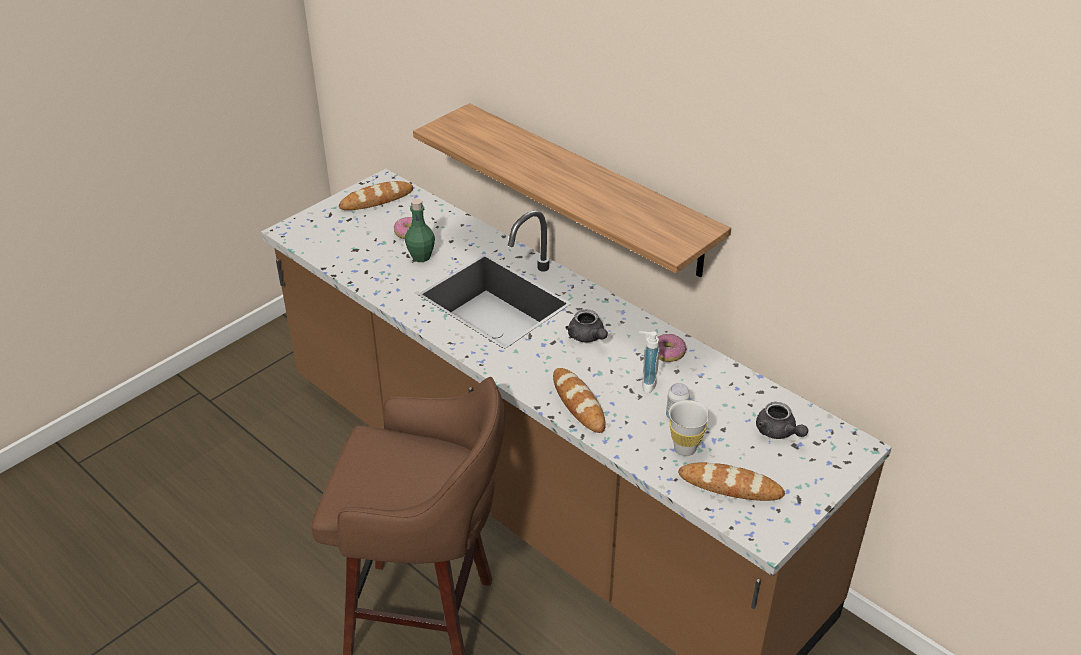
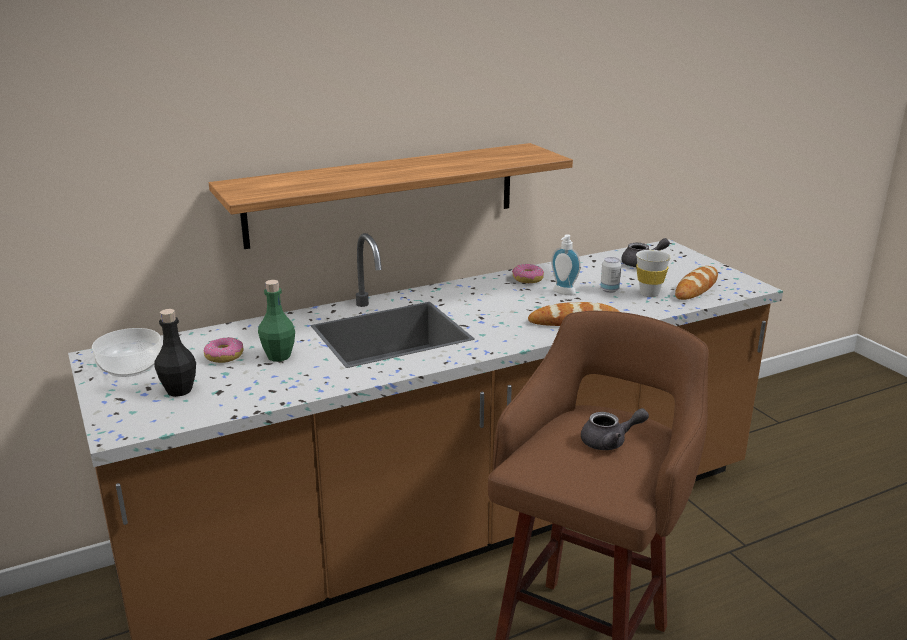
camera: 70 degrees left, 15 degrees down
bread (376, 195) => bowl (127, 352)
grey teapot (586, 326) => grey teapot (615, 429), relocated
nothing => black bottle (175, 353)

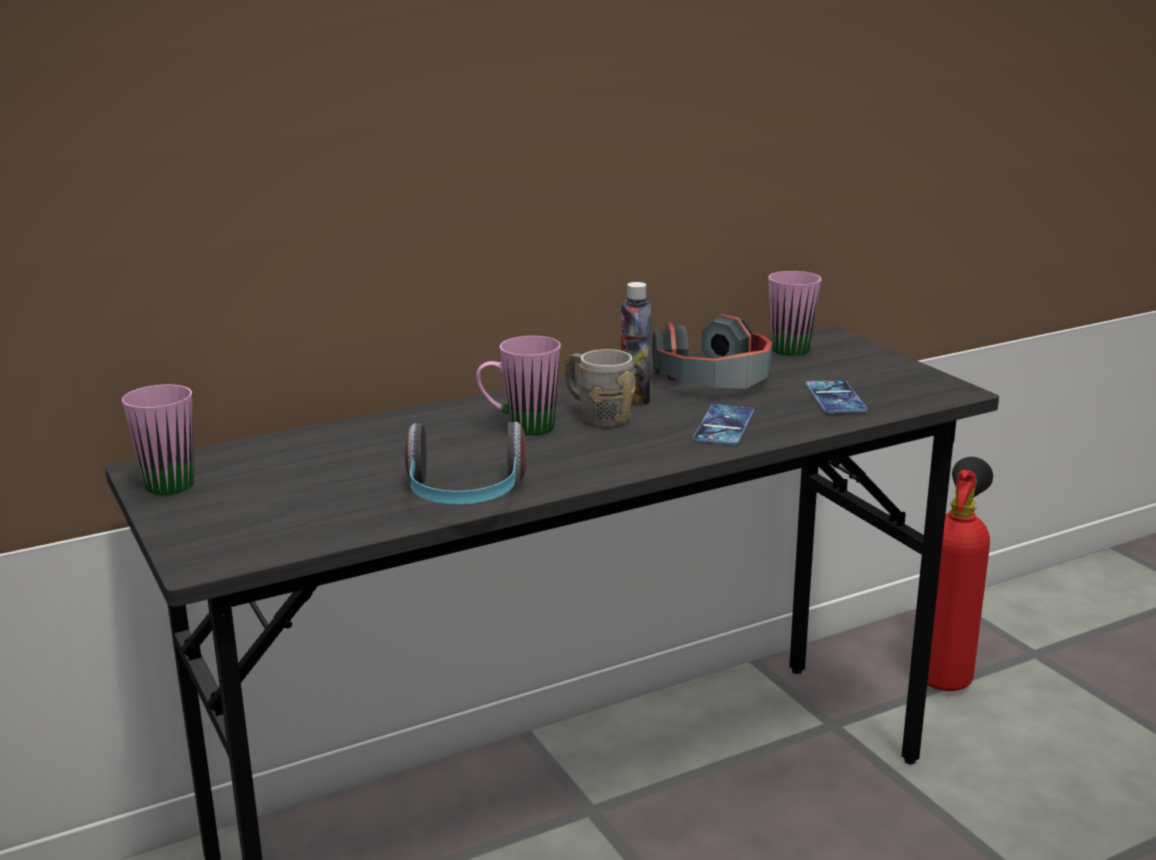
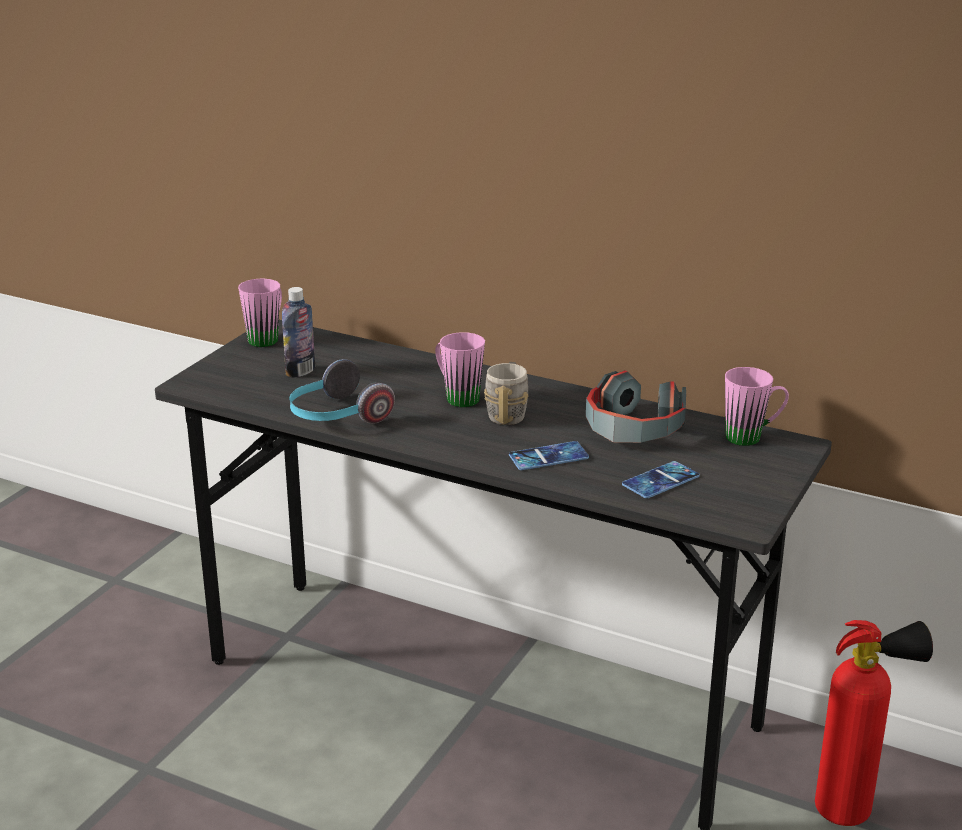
camera: 55 degrees right, 5 degrees up
bottle (636, 343) => bottle (298, 332), relocated

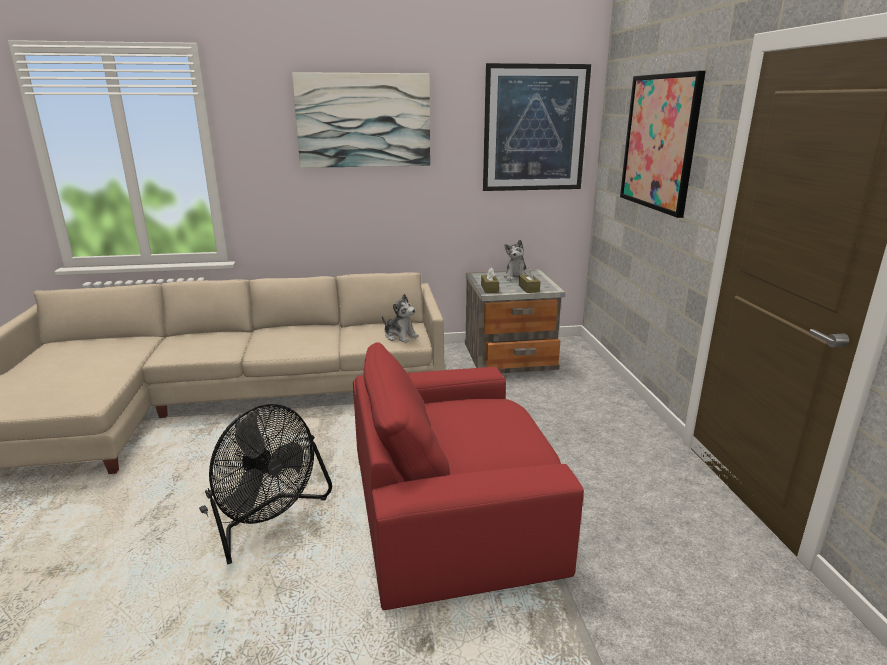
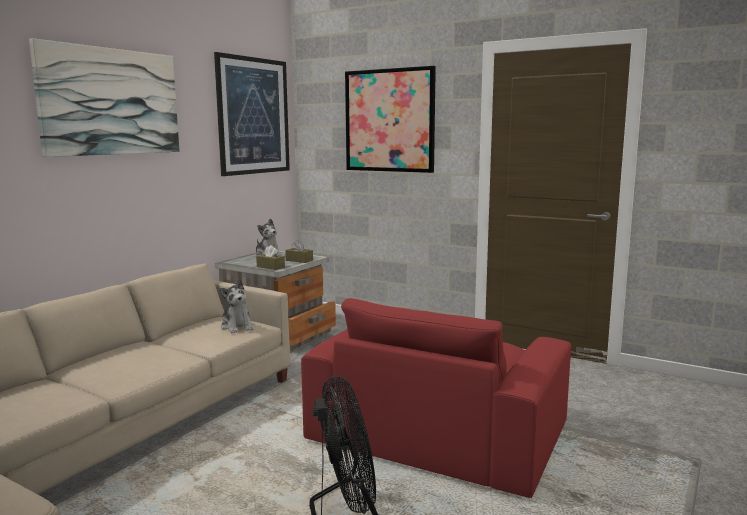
camera: 50 degrees left, 10 degrees down
plush toy (400, 318) => plush toy (237, 306), 75 degrees clockwise

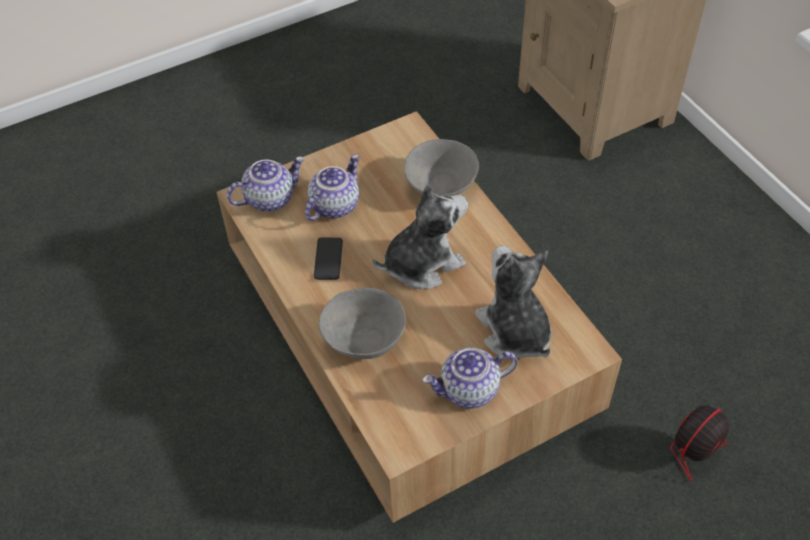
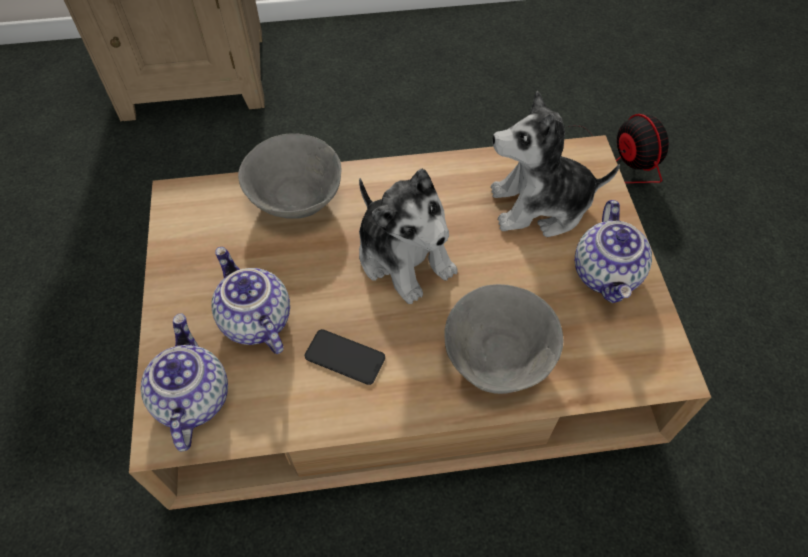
camera: 70 degrees left, 5 degrees up
plush toy (420, 236) => plush toy (408, 236), 150 degrees clockwise

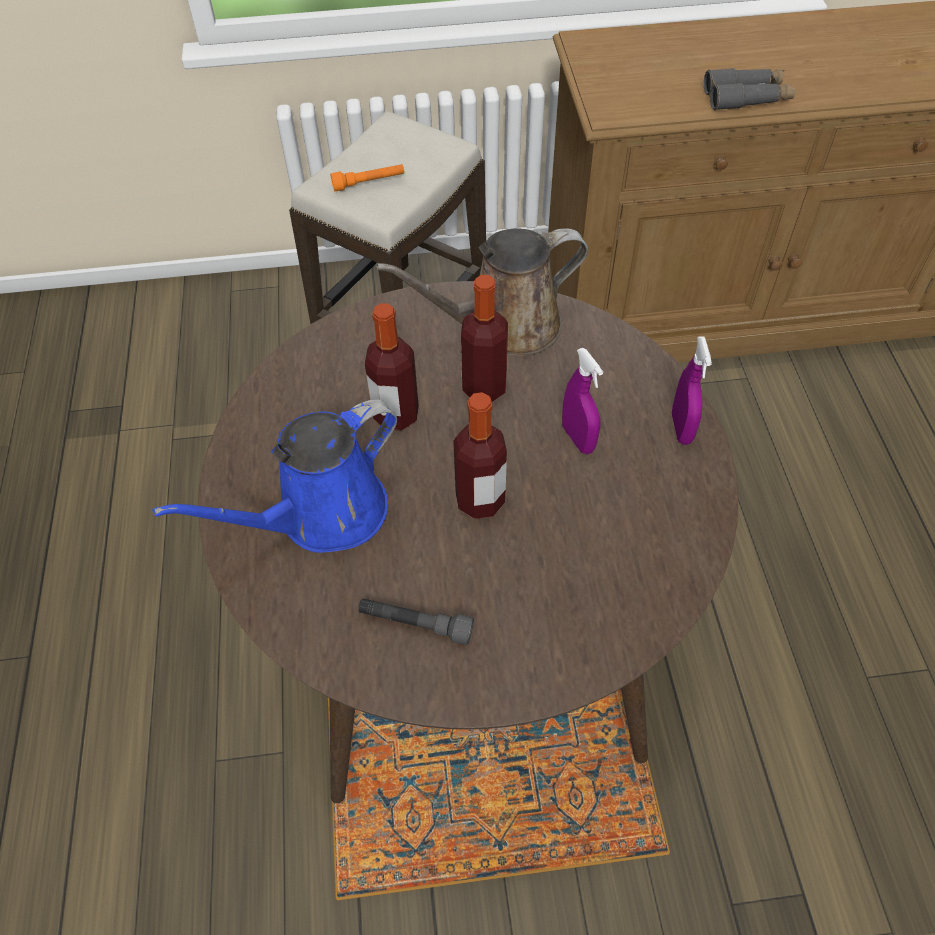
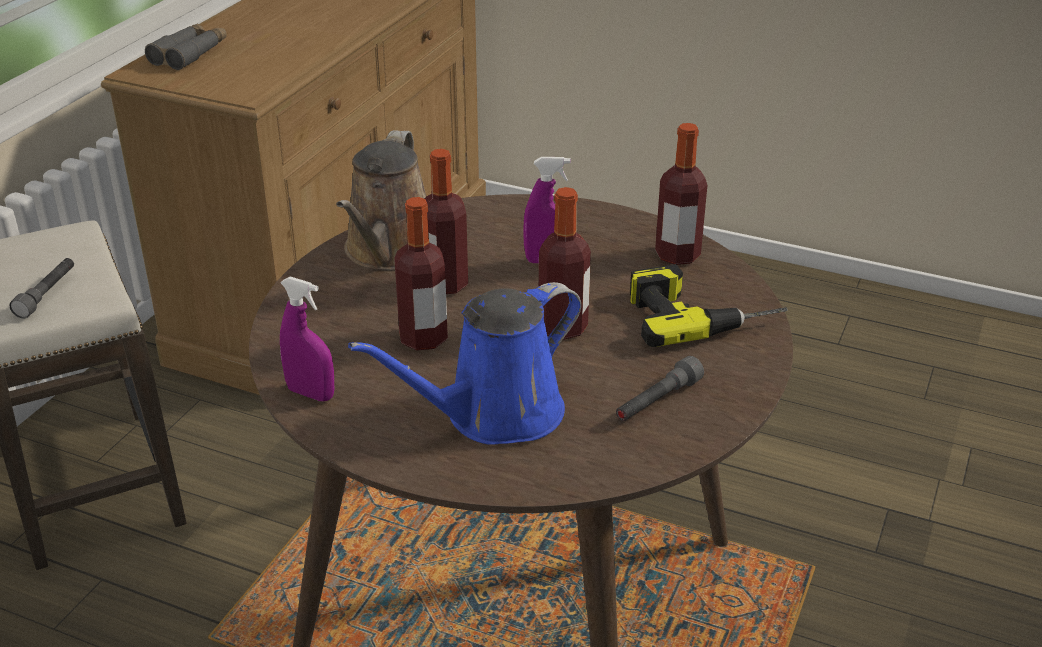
camera: 60 degrees left, 20 degrees down
blue watering can (275, 476) => blue watering can (464, 363), 60 degrees clockwise
orange flashlight (367, 177) => grey flashlight (41, 288)
purple spray bottle (692, 390) => purple spray bottle (307, 339), relocated
grey binoculars (750, 89) => grey binoculars (186, 47), relocated
nothing => power drill (709, 305)
nothing => bottle (681, 194)

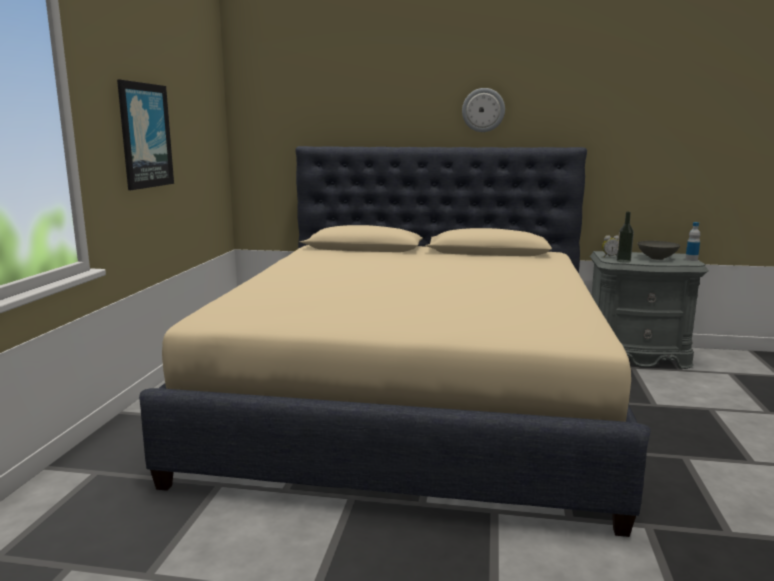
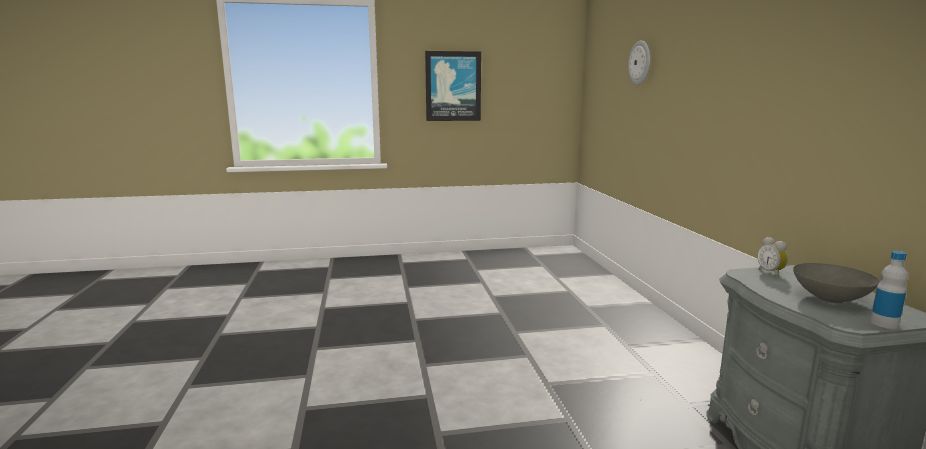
camera: 70 degrees right, 0 degrees up
beige bed (395, 341) => nothing
wall clock (483, 110) => wall clock (639, 63), relocated
bottle (625, 237) => nothing

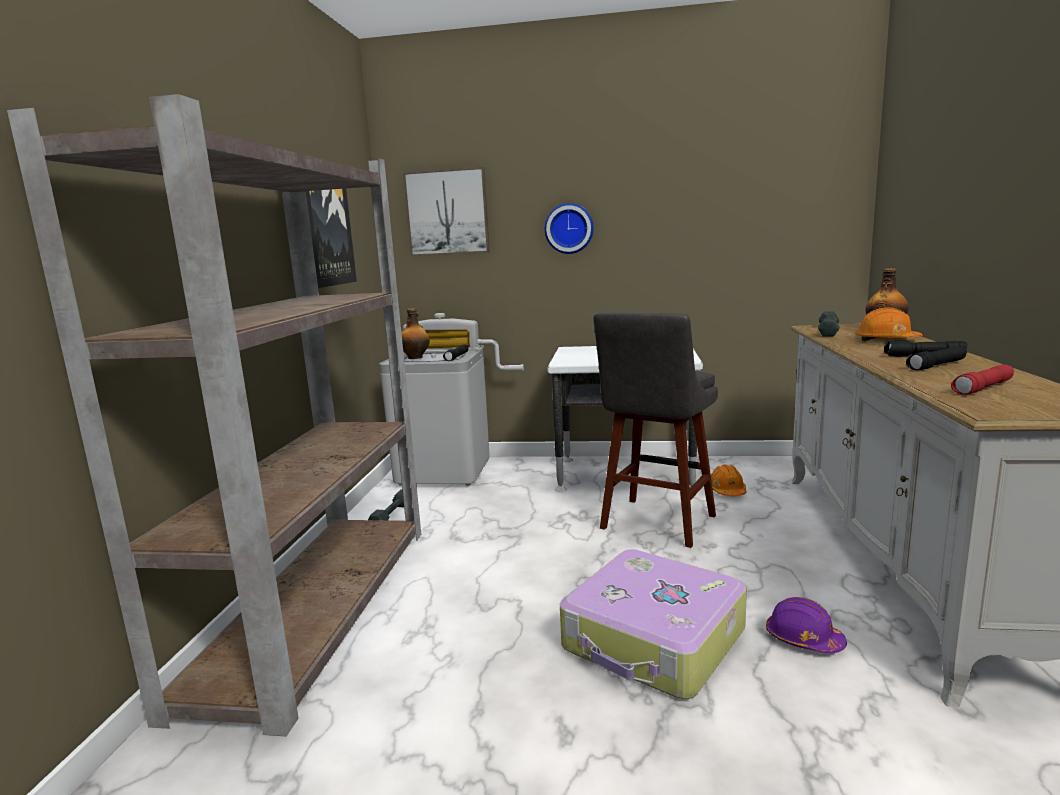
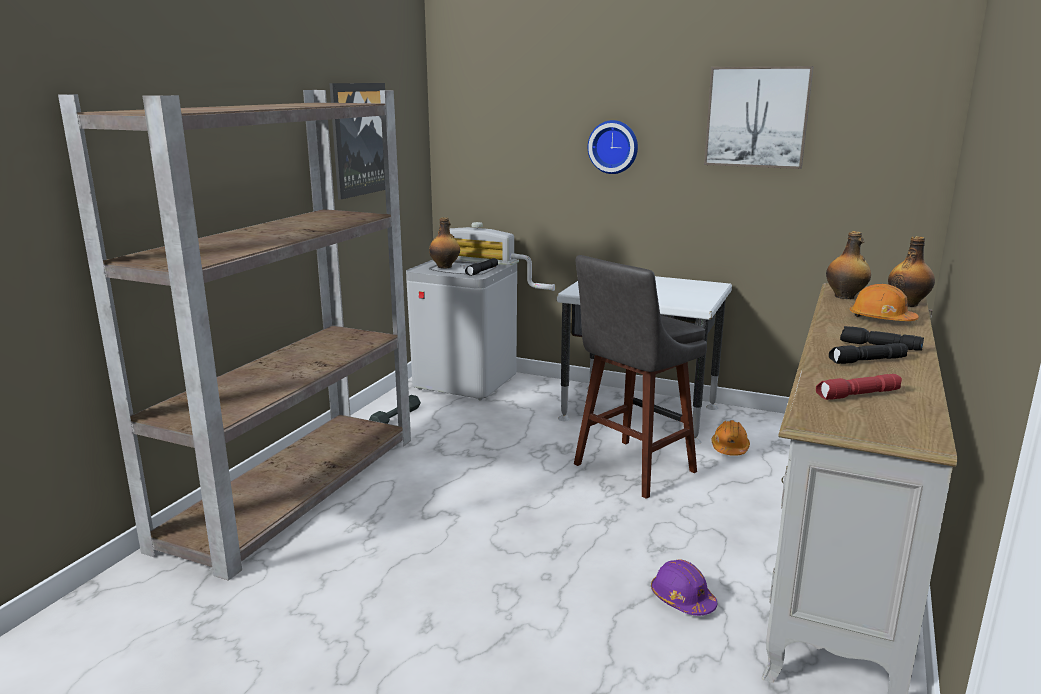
camera: 15 degrees right, 5 degrees up
picture (446, 211) => picture (758, 117), relocated
suitcase (653, 624) => nothing
grey dumbbell (829, 324) => bottle (848, 265)

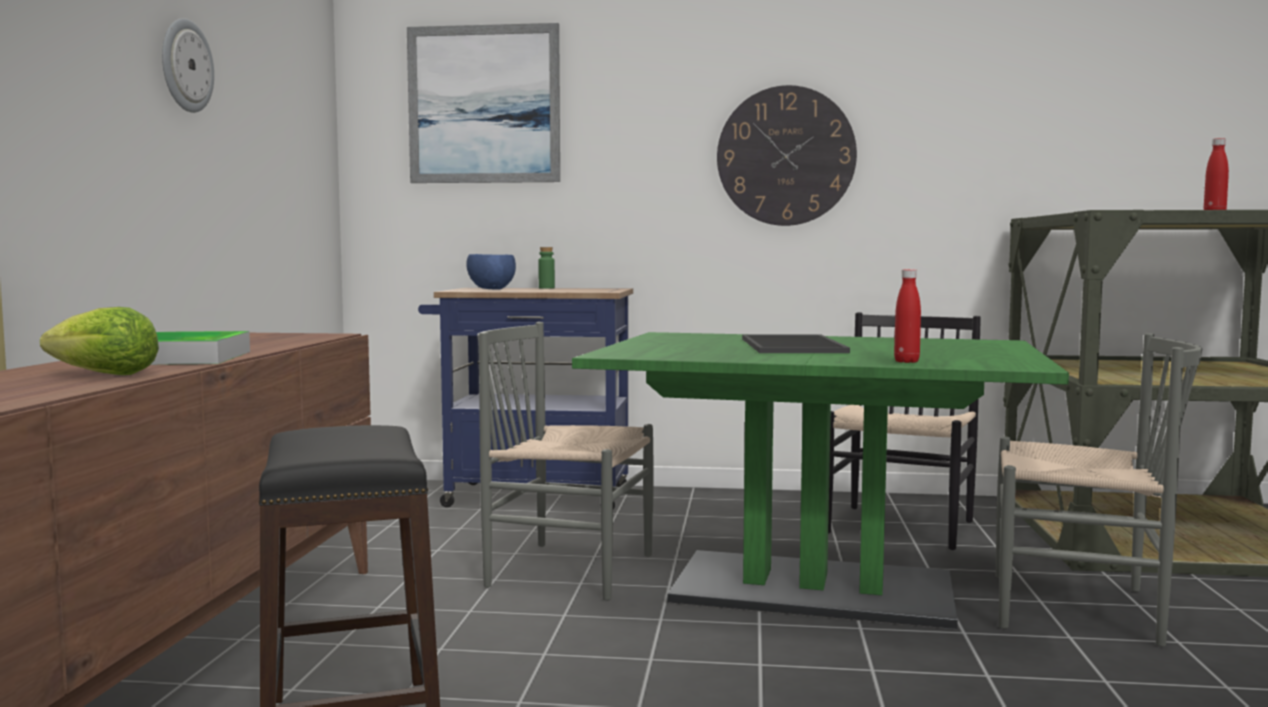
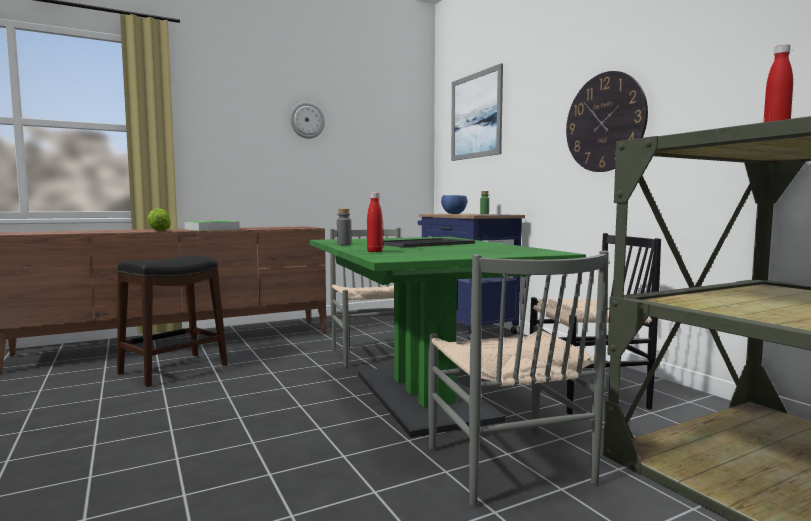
camera: 55 degrees right, 0 degrees up
nothing => grey bottle (344, 227)

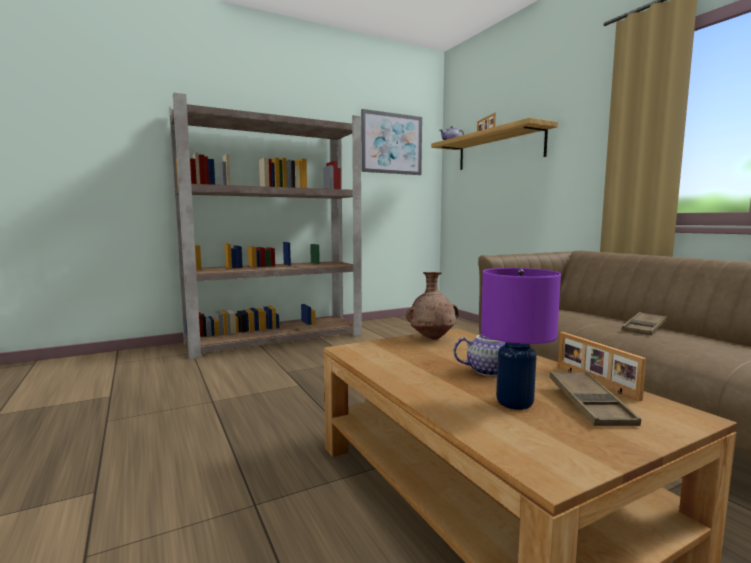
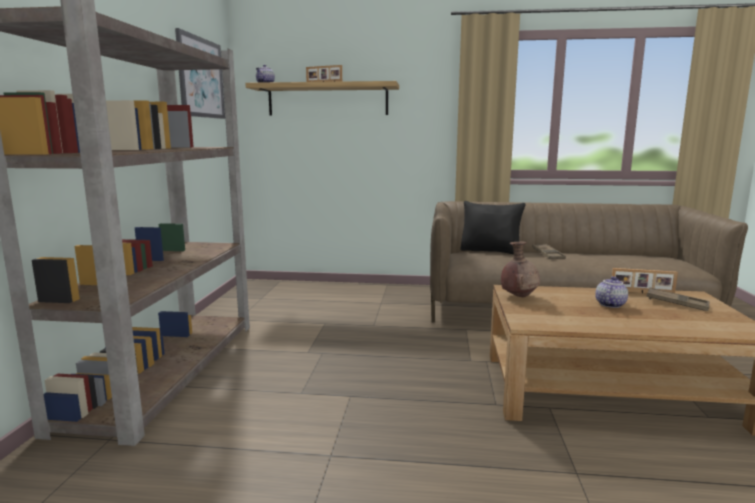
camera: 55 degrees left, 5 degrees up
purple table lamp (521, 339) => nothing
nothing => black pillow (492, 227)

